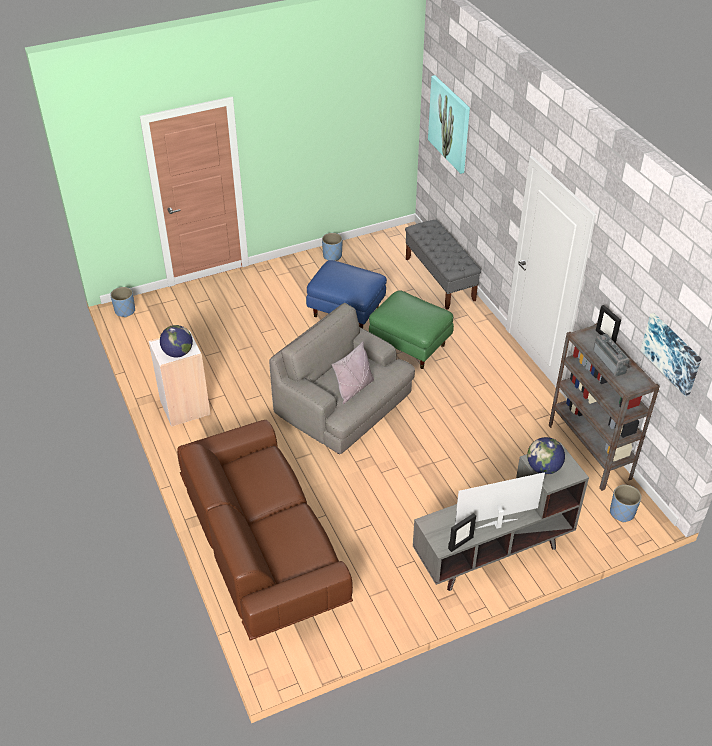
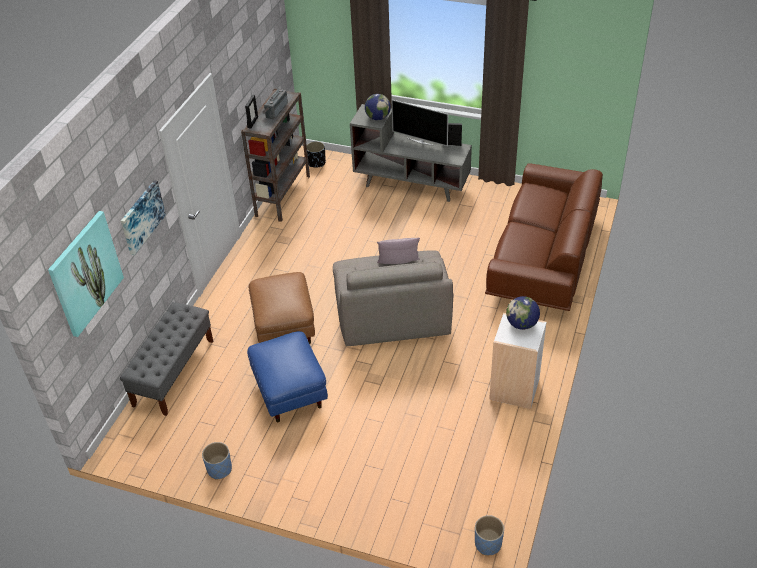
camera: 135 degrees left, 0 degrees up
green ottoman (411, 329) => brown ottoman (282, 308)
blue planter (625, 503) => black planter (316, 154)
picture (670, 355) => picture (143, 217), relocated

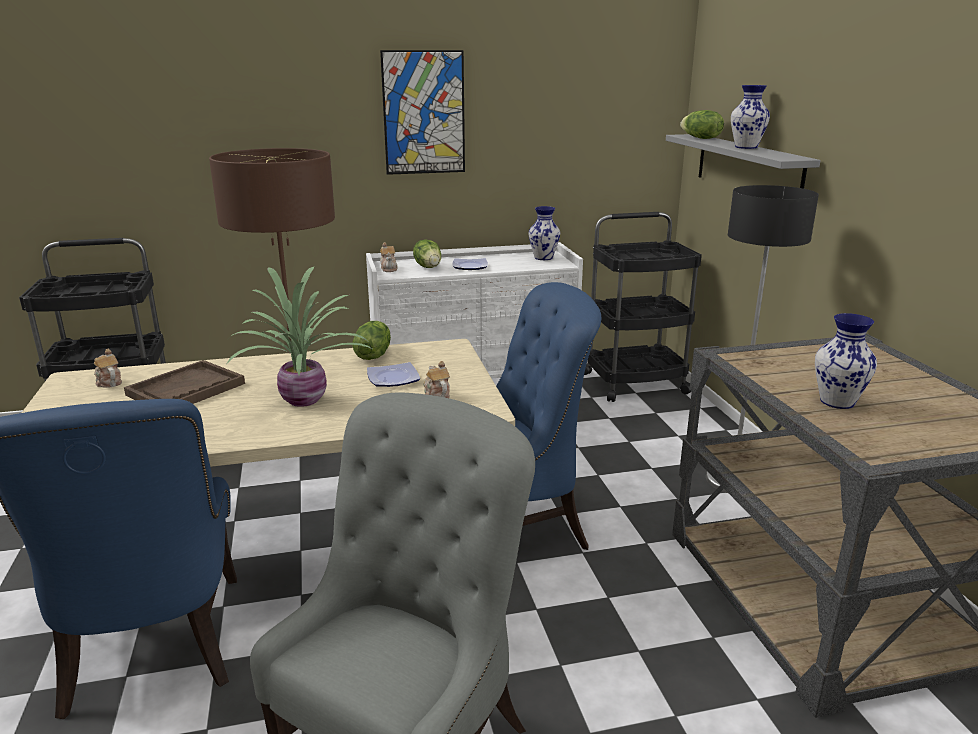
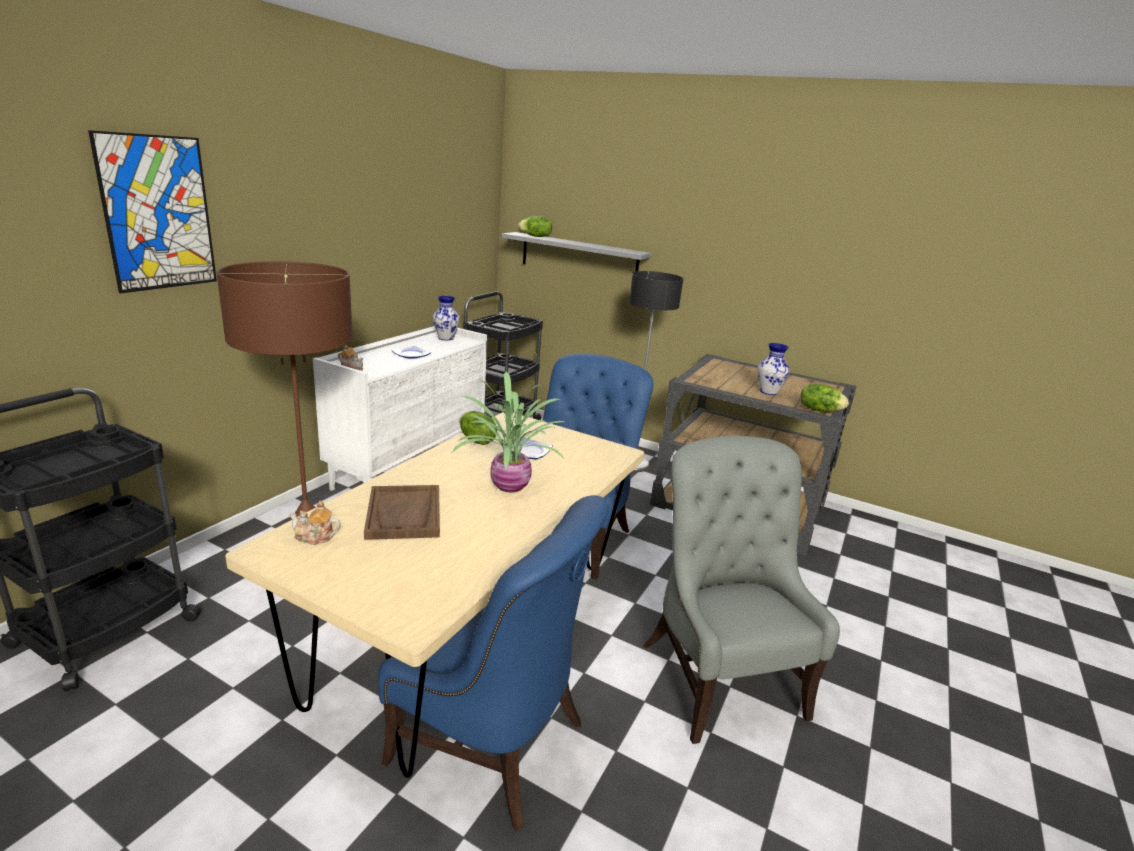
camera: 50 degrees left, 0 degrees up
picture (422, 112) => picture (152, 211), relocated
lettuce (427, 254) => lettuce (824, 398), relocated
teapot (436, 379) => nothing
vase (750, 117) => nothing

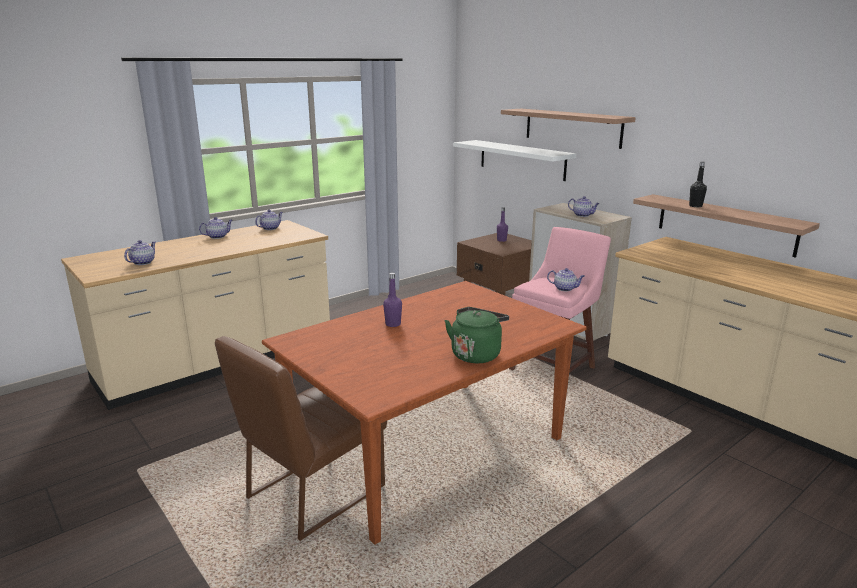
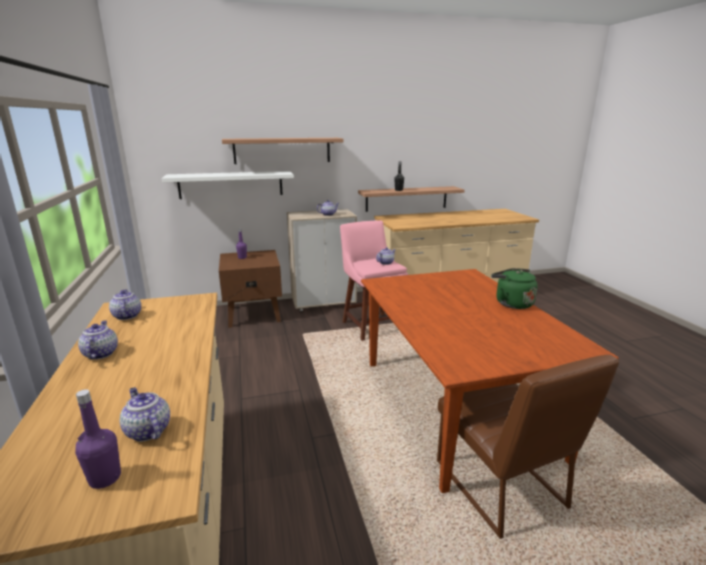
camera: 65 degrees left, 0 degrees up
purple bottle (392, 299) => purple bottle (98, 439), relocated

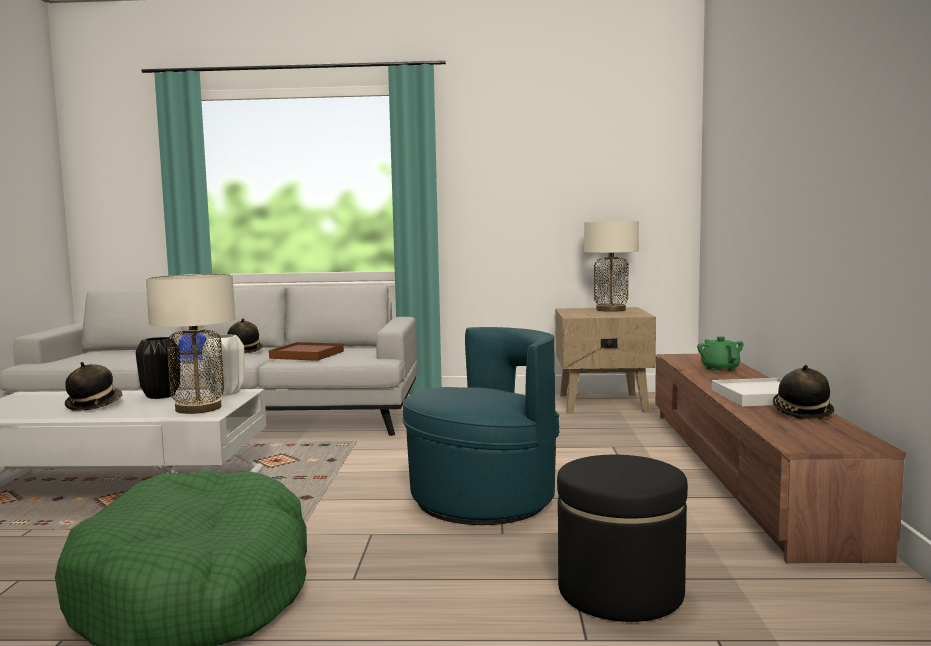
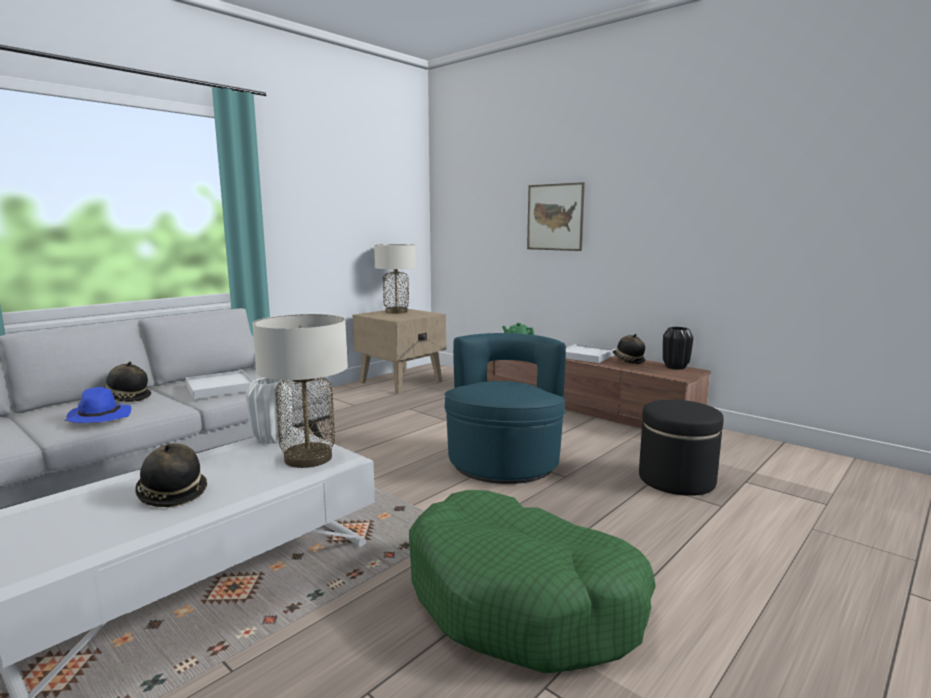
camera: 50 degrees left, 5 degrees up
black vase (158, 368) => black vase (678, 348), relocated
brown tray (306, 351) => white tray (219, 384)
nothing => picture (556, 216)

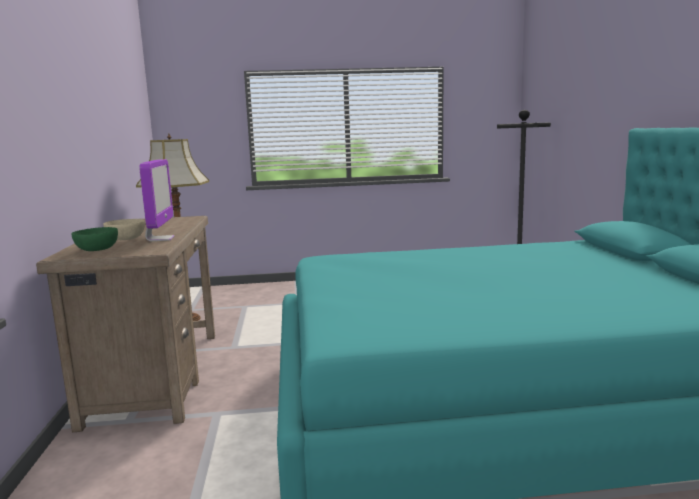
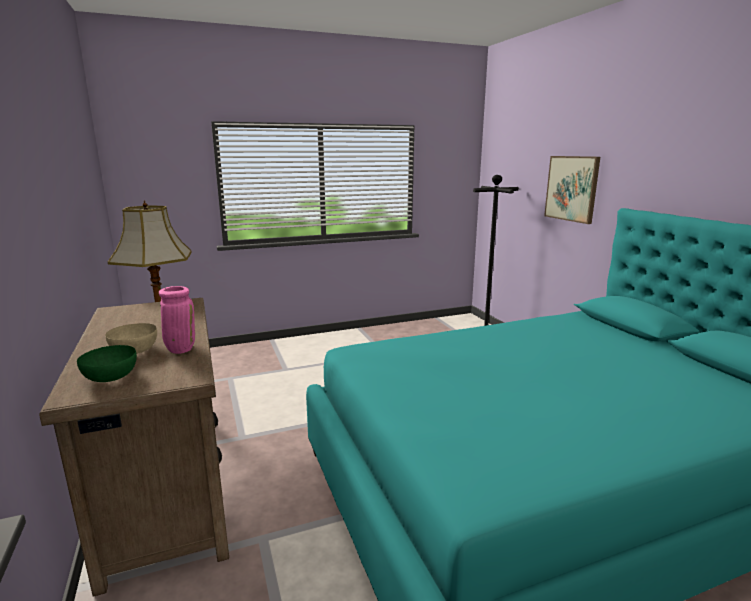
camera: 15 degrees left, 5 degrees up
monitor (156, 200) => pink vase (177, 320)
nothing => picture (572, 190)

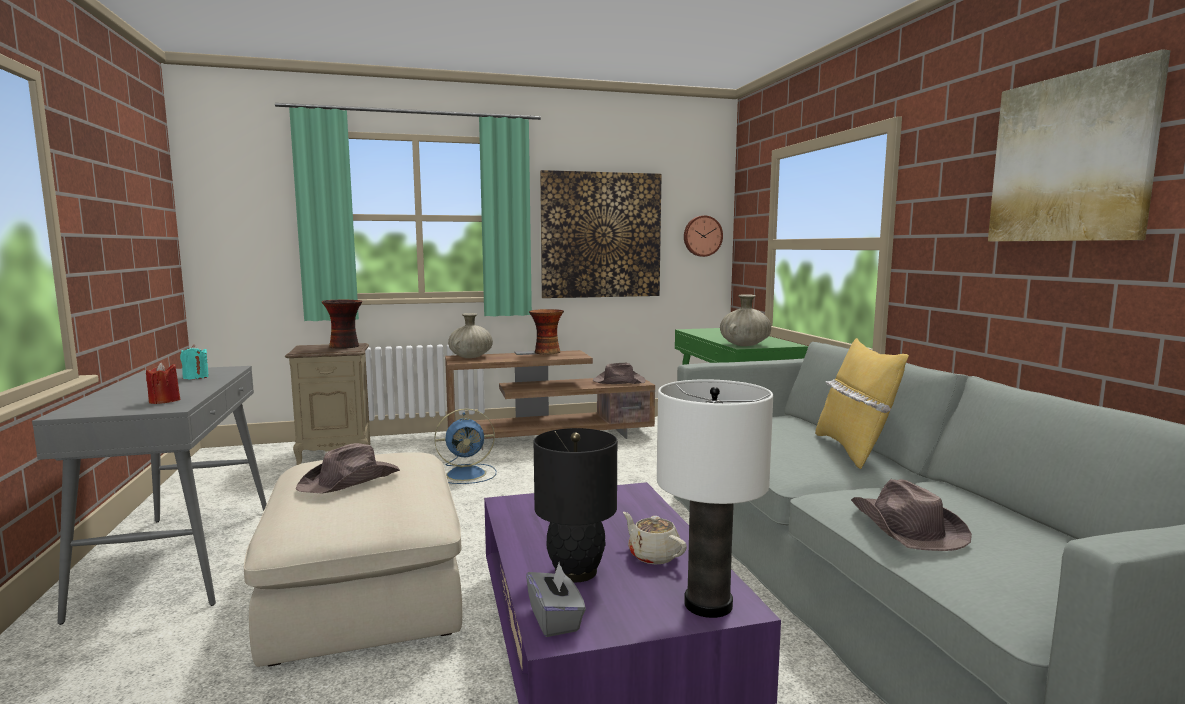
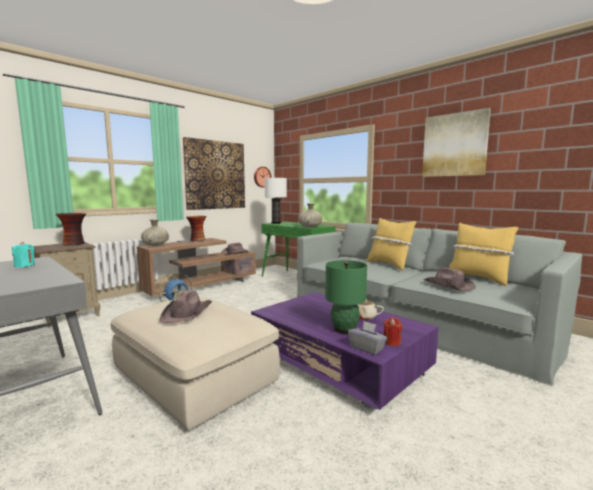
camera: 30 degrees left, 0 degrees up
red candle (163, 383) => red candle (393, 331), relocated
black table lamp (575, 505) => green table lamp (346, 297)
white table lamp (715, 498) => white table lamp (276, 200), relocated
nothing => yellow pillow (483, 254)

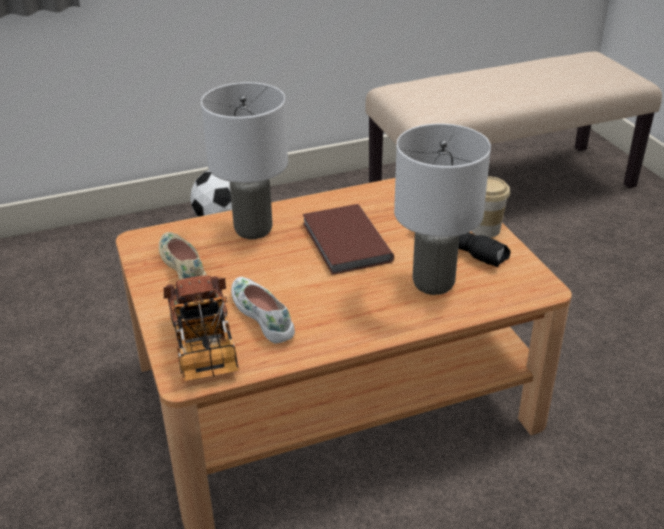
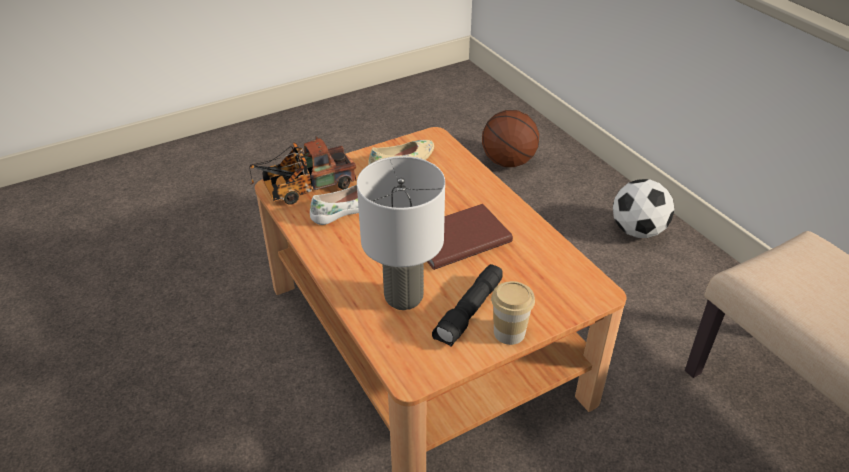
camera: 80 degrees right, 5 degrees up
white table lamp (244, 161) => nothing
nothing => basketball (510, 138)

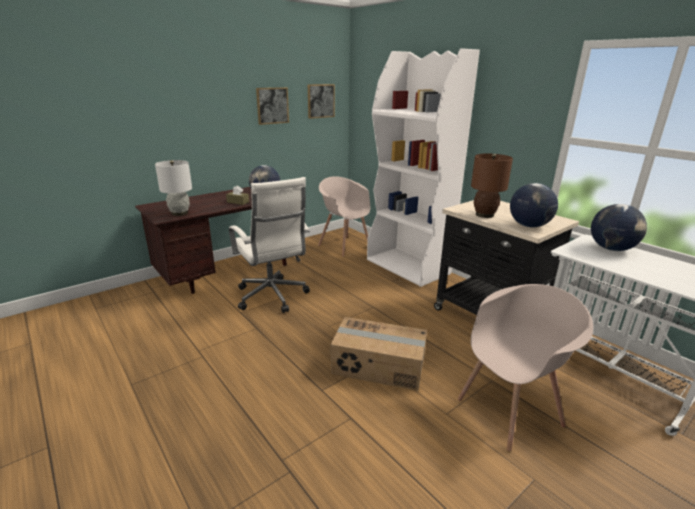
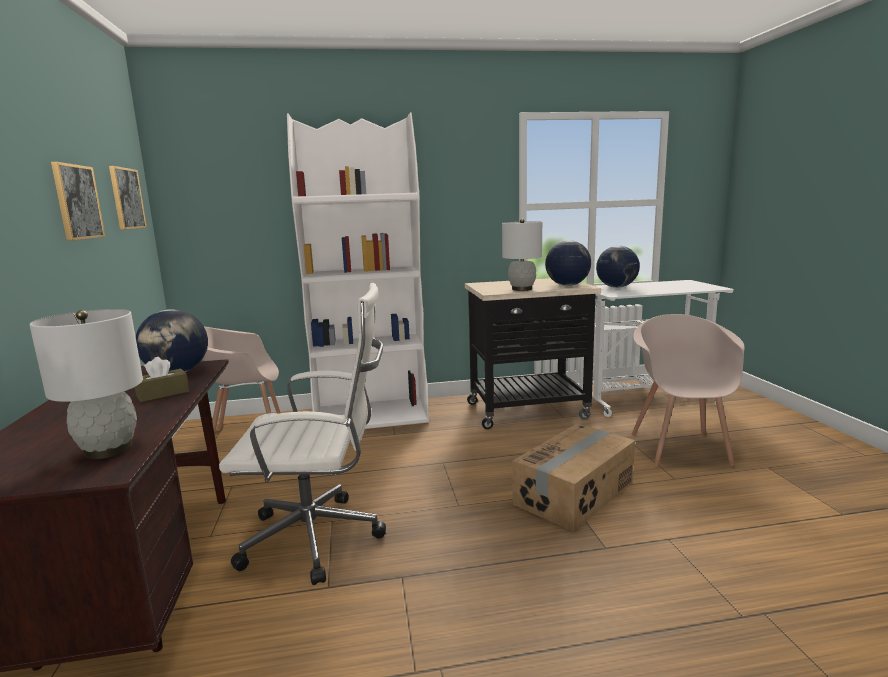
camera: 60 degrees left, 10 degrees down
brown table lamp (492, 186) => white table lamp (522, 255)

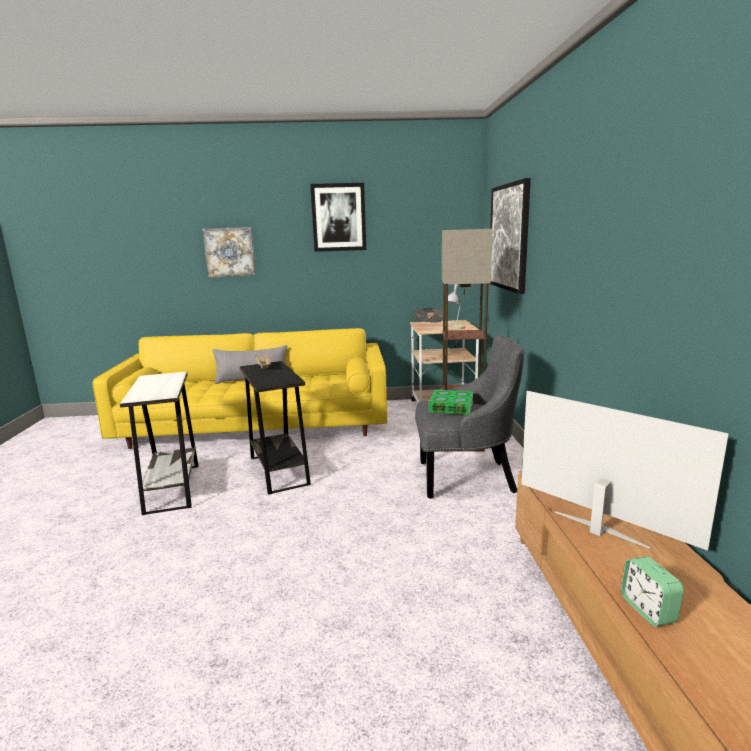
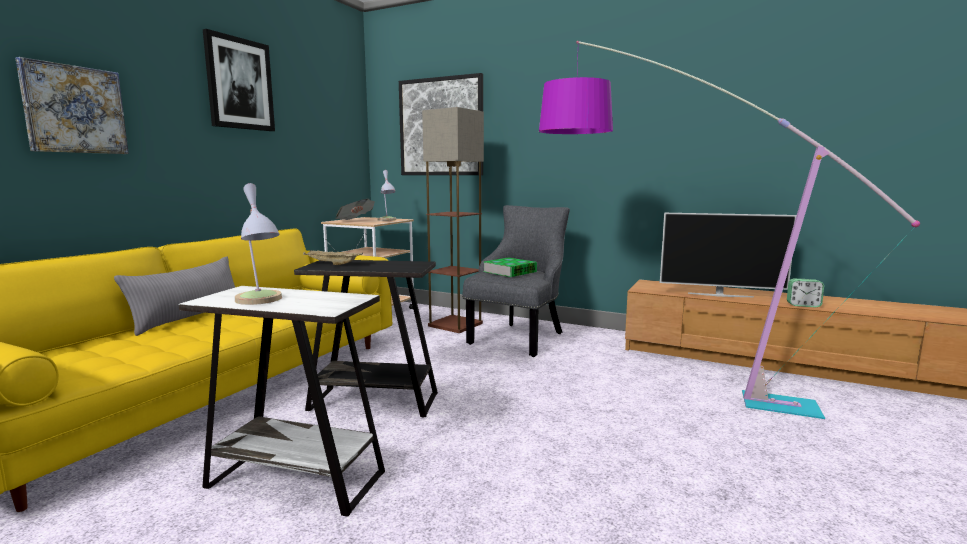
camera: 60 degrees left, 5 degrees down
television (625, 471) => television (728, 255), 150 degrees counterclockwise
nothing => table lamp (258, 244)
nothing => floor lamp (729, 230)

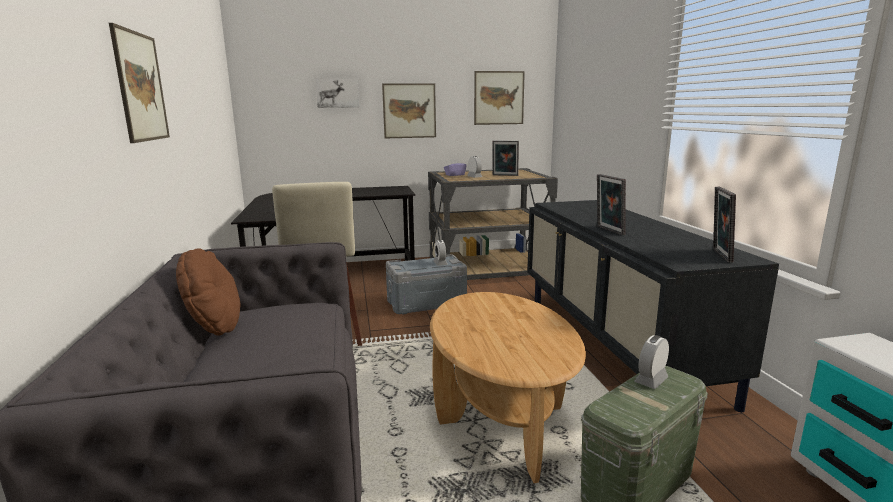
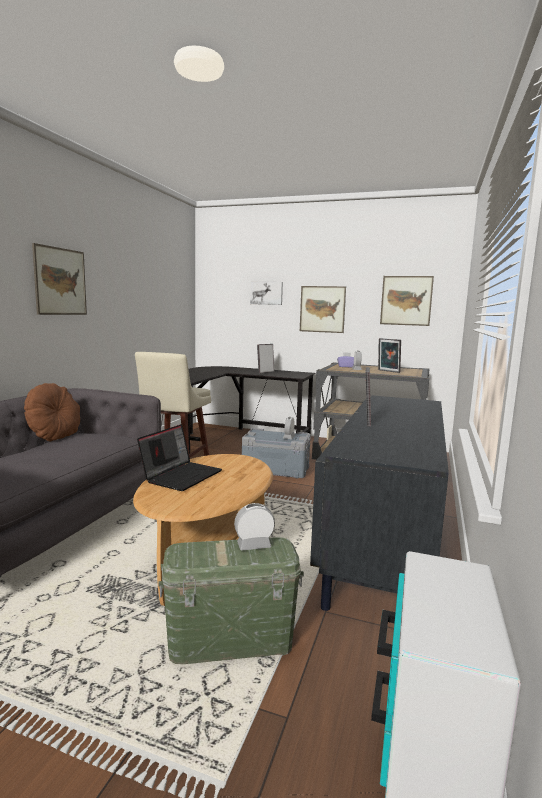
camera: 30 degrees right, 5 degrees down
picture frame (724, 225) => picture frame (265, 358), relocated
nothing => laptop (179, 457)

